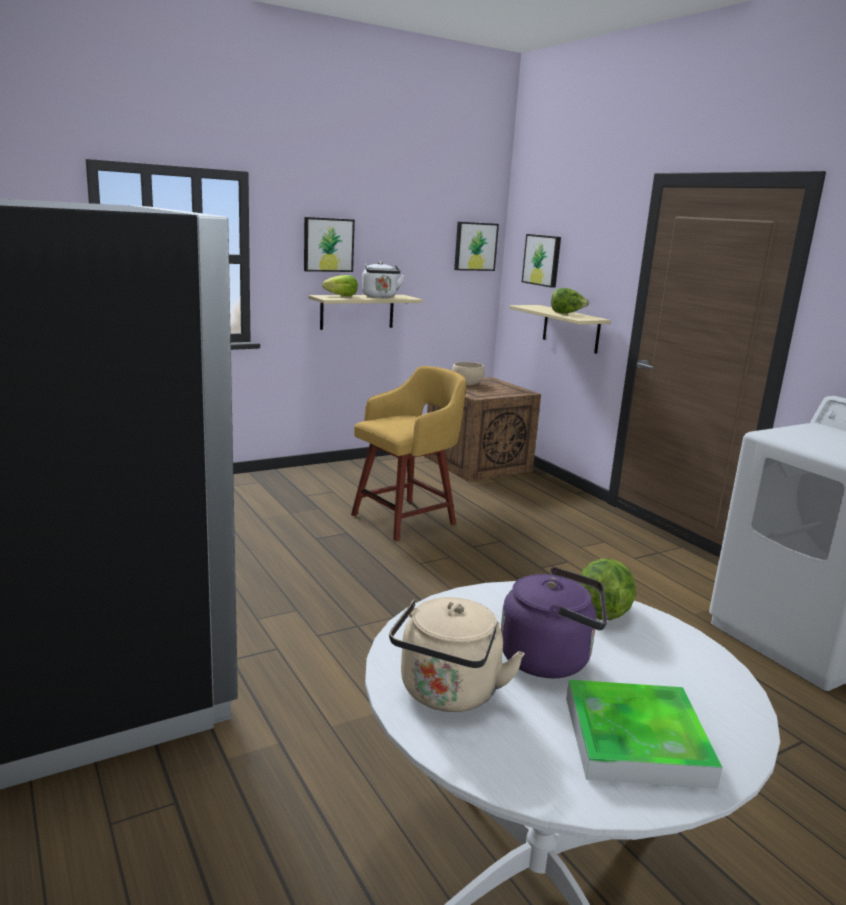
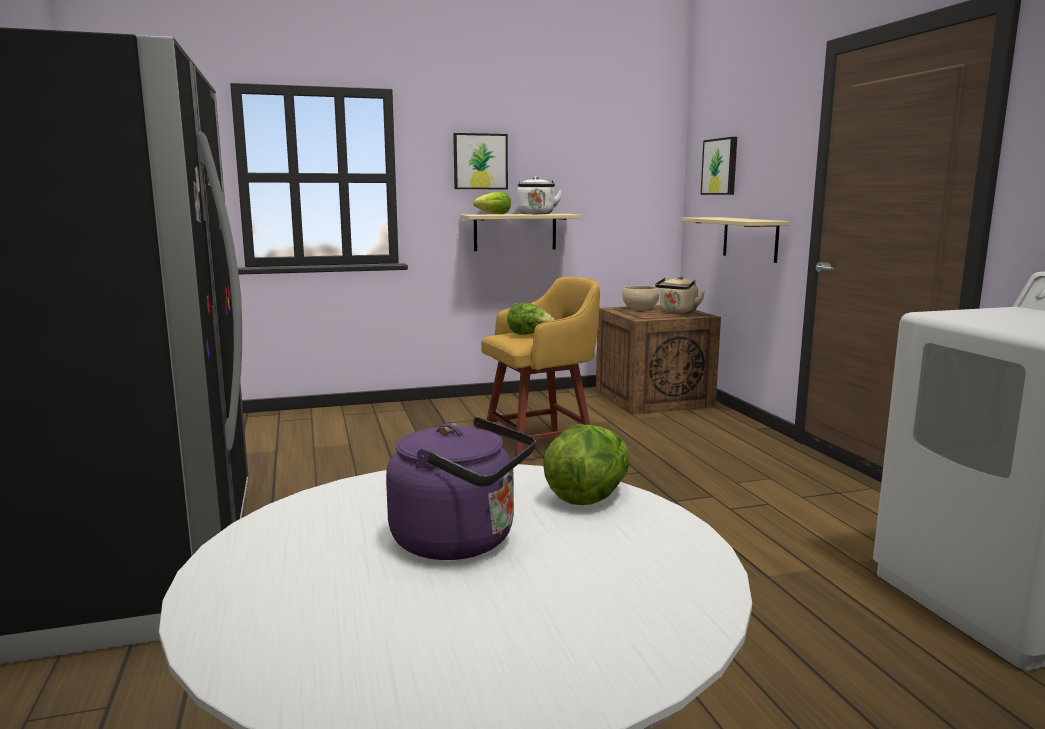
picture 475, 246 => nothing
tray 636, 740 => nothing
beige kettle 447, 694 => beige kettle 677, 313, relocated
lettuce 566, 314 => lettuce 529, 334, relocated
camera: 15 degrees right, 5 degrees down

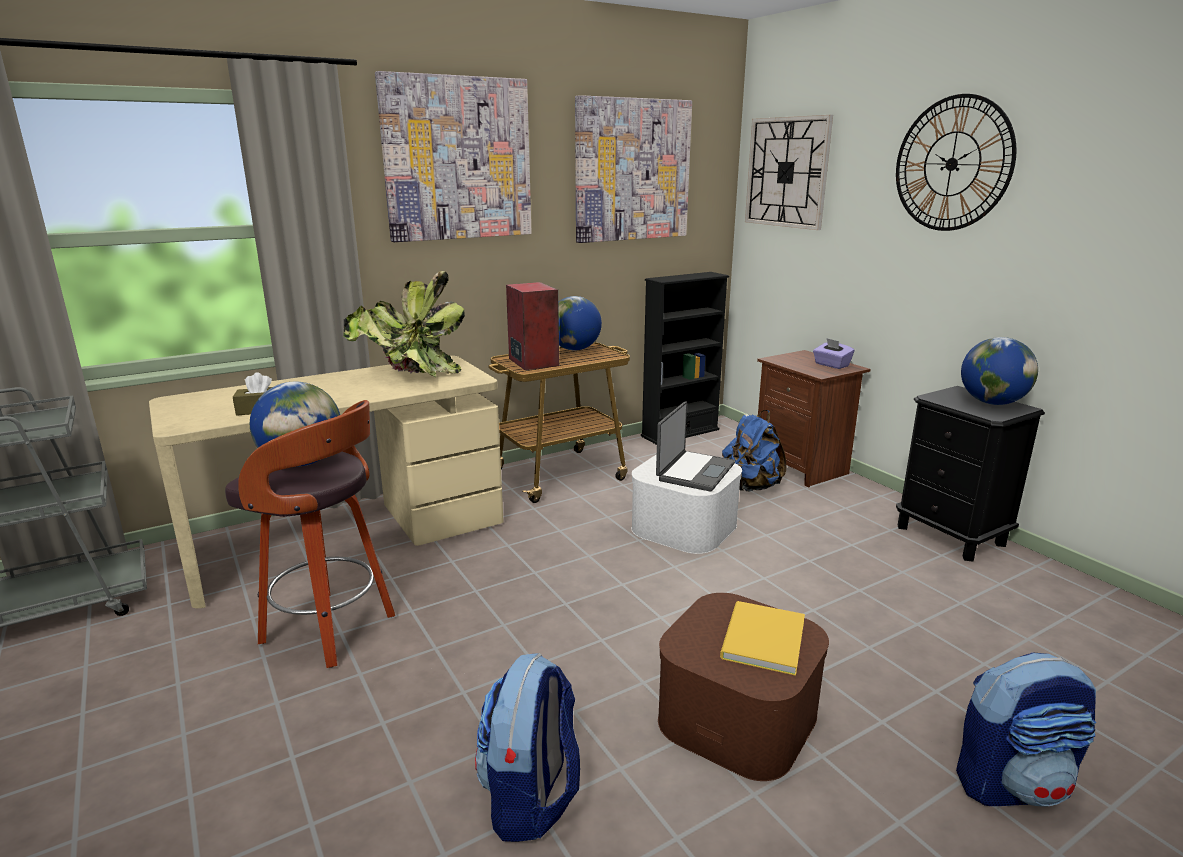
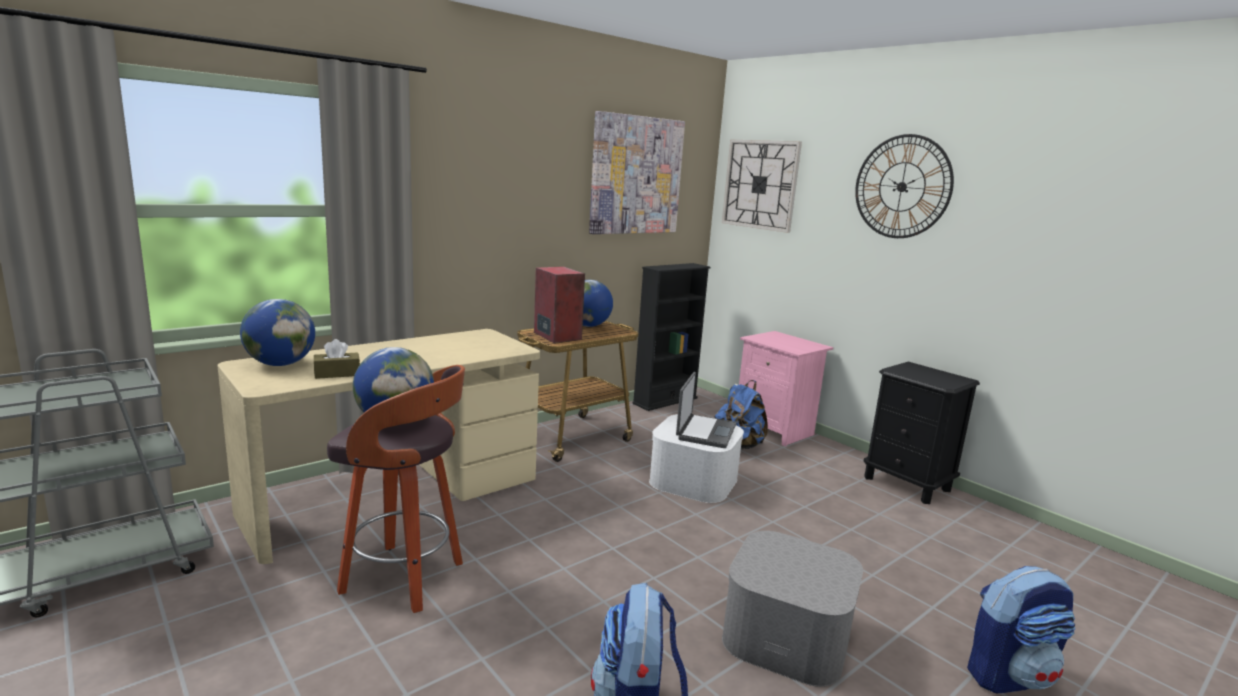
potted plant 410, 377 => nothing
picture 457, 159 => nothing
yellow book 760, 640 => nothing
purple tissue box 831, 365 => nothing
globe 992, 403 => globe 280, 364, relocated
brown storage box 738, 716 => grey storage box 787, 635
brown nightstand 802, 467 => pink nightstand 775, 429
camera: 10 degrees left, 5 degrees down

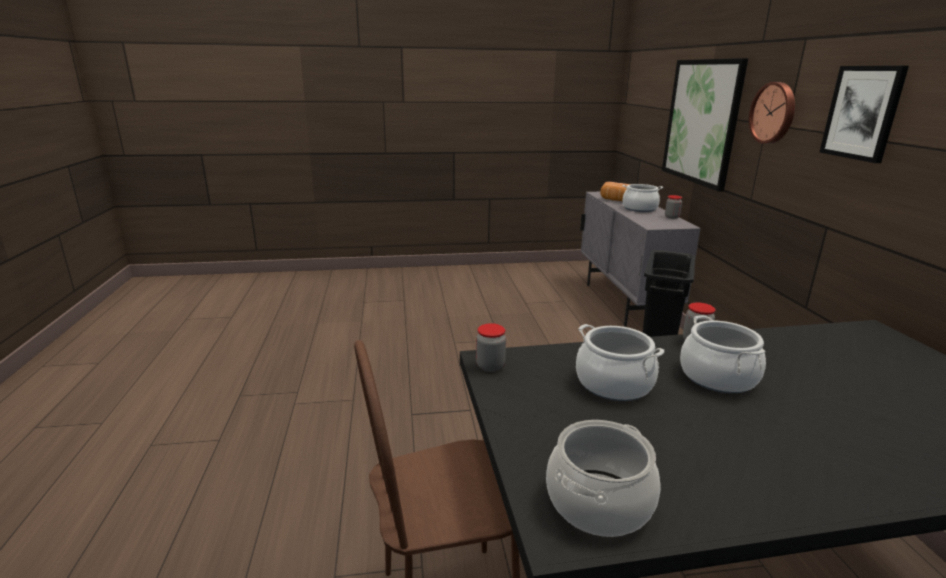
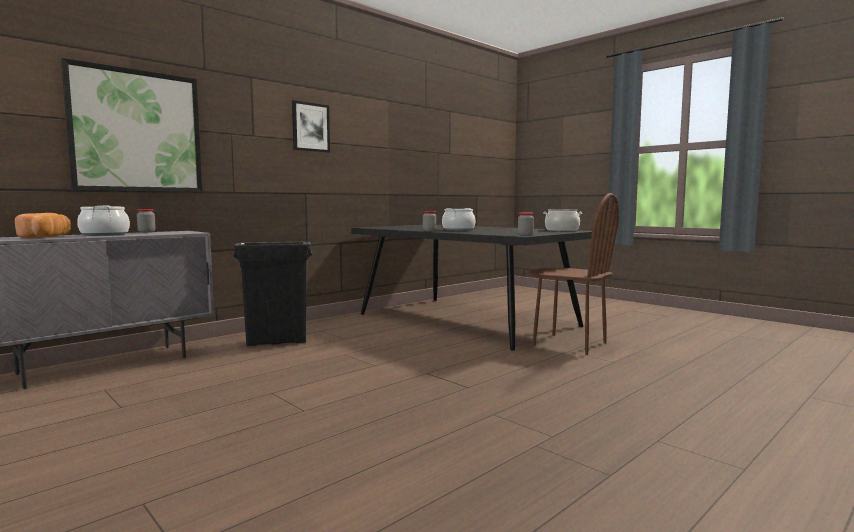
cooking pot 614, 384 => nothing
wall clock 774, 113 => nothing
camera: 125 degrees left, 15 degrees down

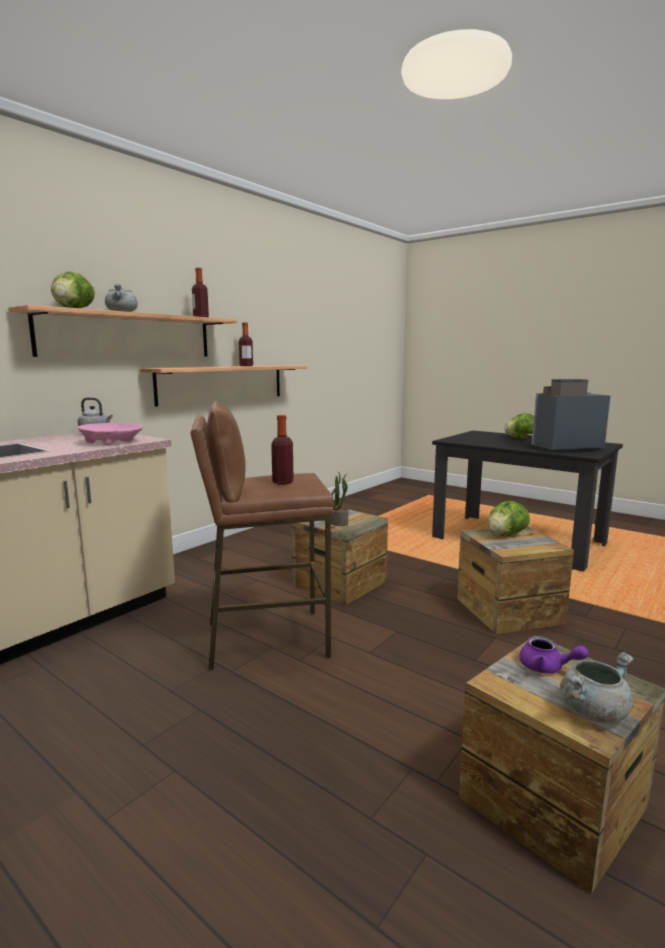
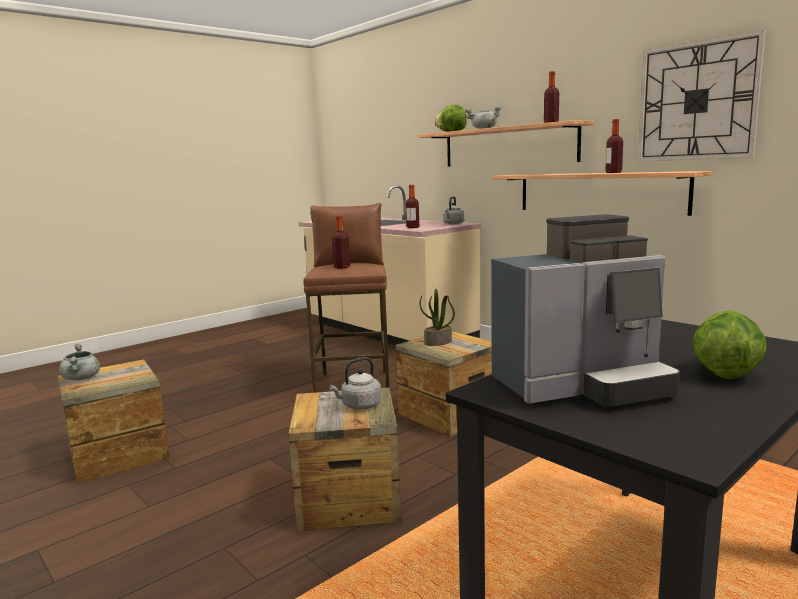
purple teapot 547, 668 => nothing
nothing => wall clock 697, 101
pink bowl 112, 442 => bottle 412, 227
lettuce 505, 535 => grey kettle 359, 406
coffee machine 562, 448 => coffee machine 582, 387, 75 degrees clockwise
camera: 100 degrees right, 0 degrees up

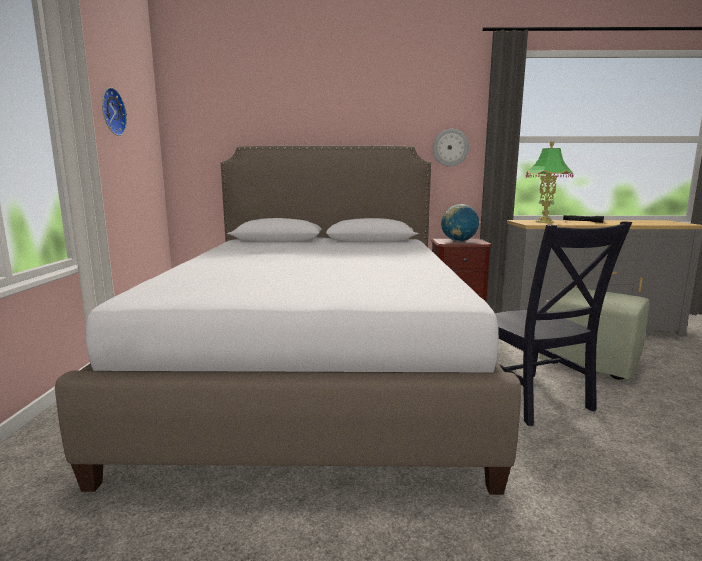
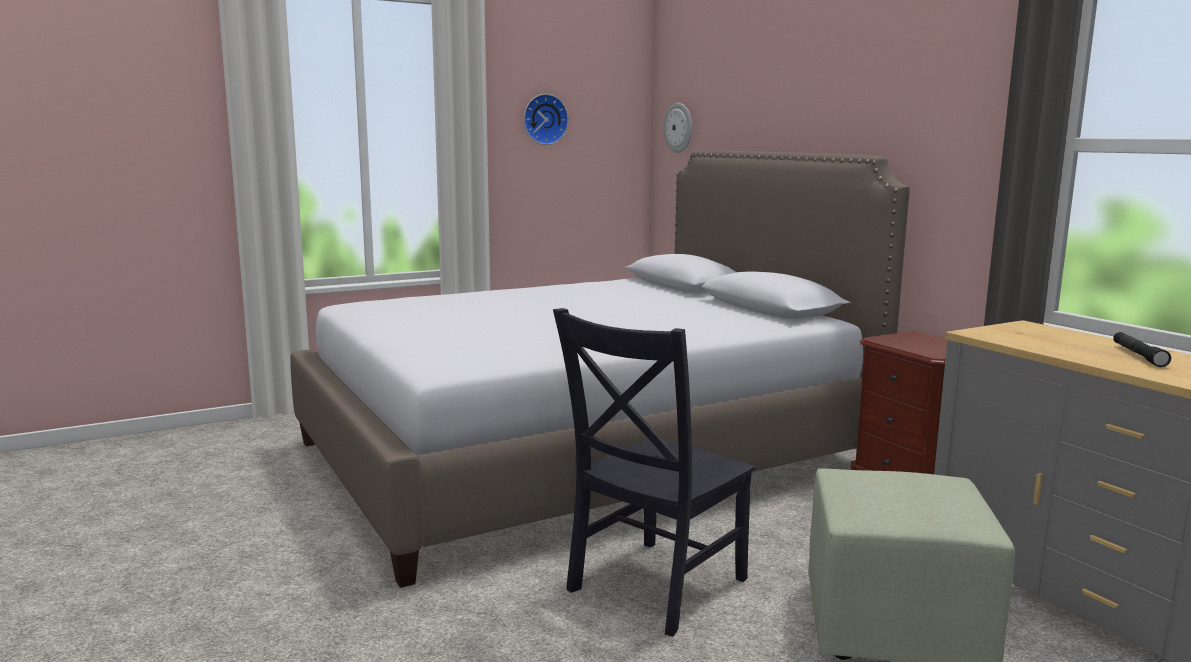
globe 459, 241 => nothing
table lamp 544, 222 => nothing
wall clock 450, 147 => wall clock 679, 127, relocated
camera: 60 degrees right, 0 degrees up

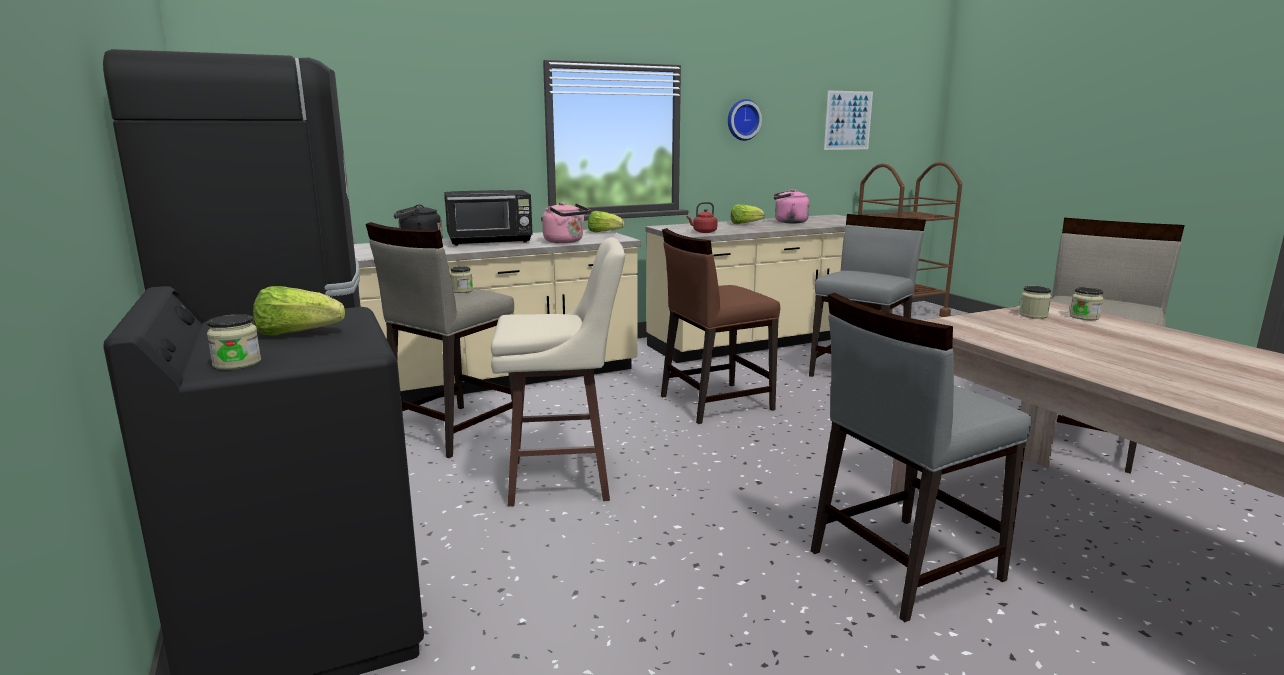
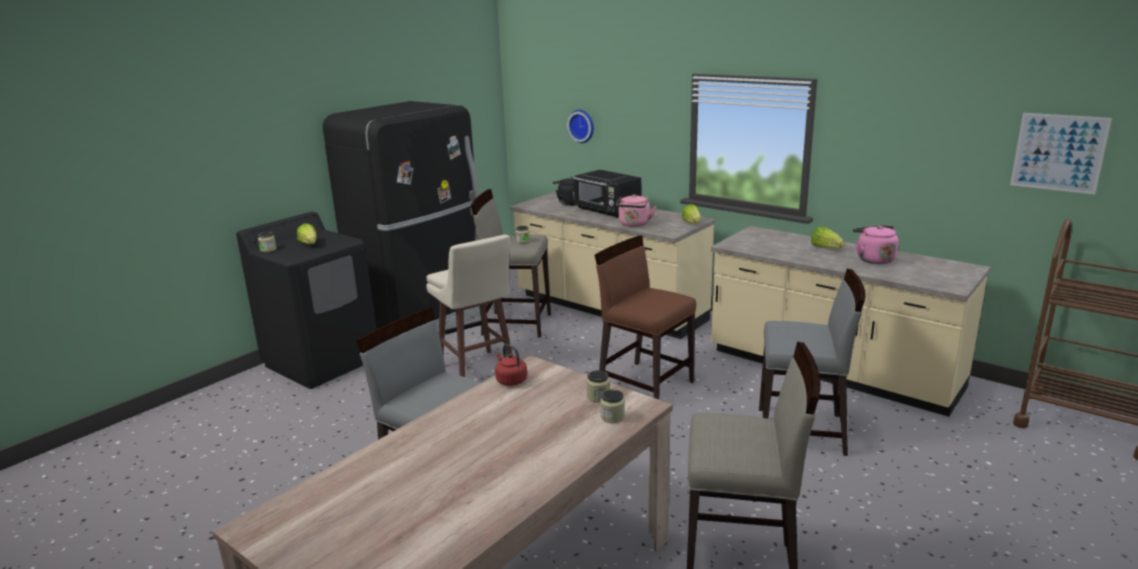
red kettle 703, 232 => red kettle 510, 380, relocated
wall clock 742, 120 => wall clock 582, 126, relocated
camera: 65 degrees right, 5 degrees up

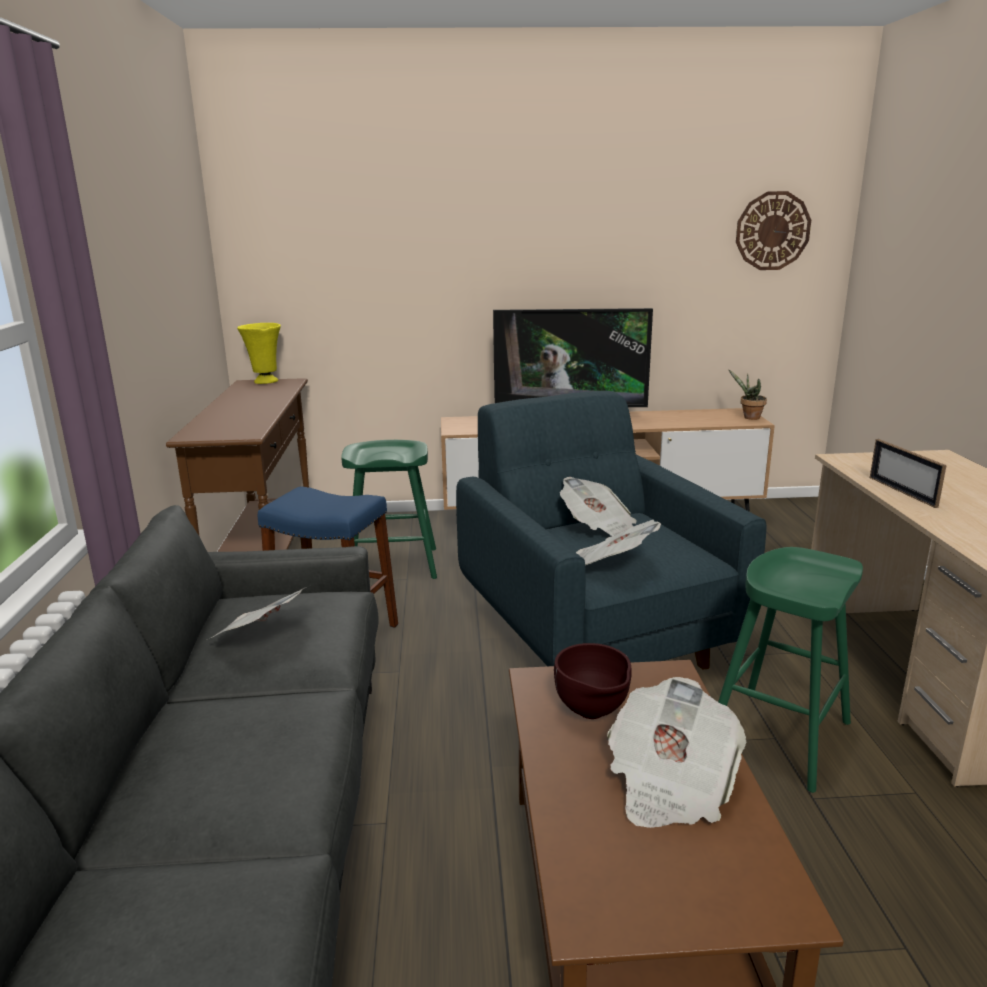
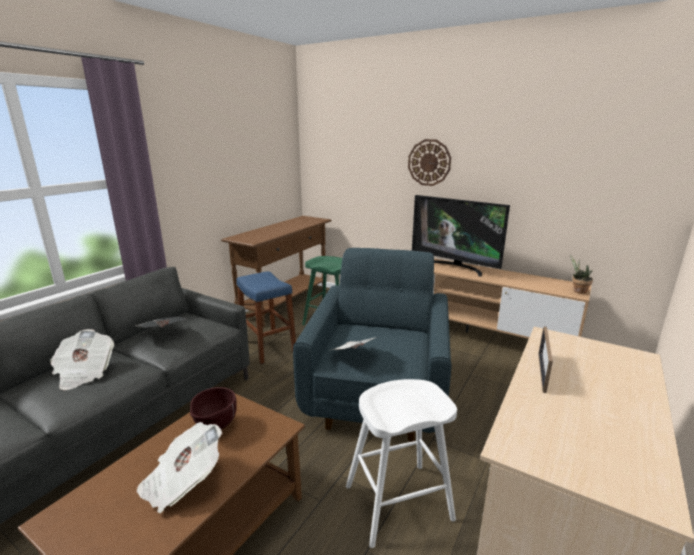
yellow vase 265, 382 => nothing
newspaper 598, 528 => newspaper 84, 372, relocated
wall clock 772, 231 => wall clock 429, 162, relocated
green stool 778, 736 => white stool 398, 502
camera: 35 degrees right, 0 degrees up

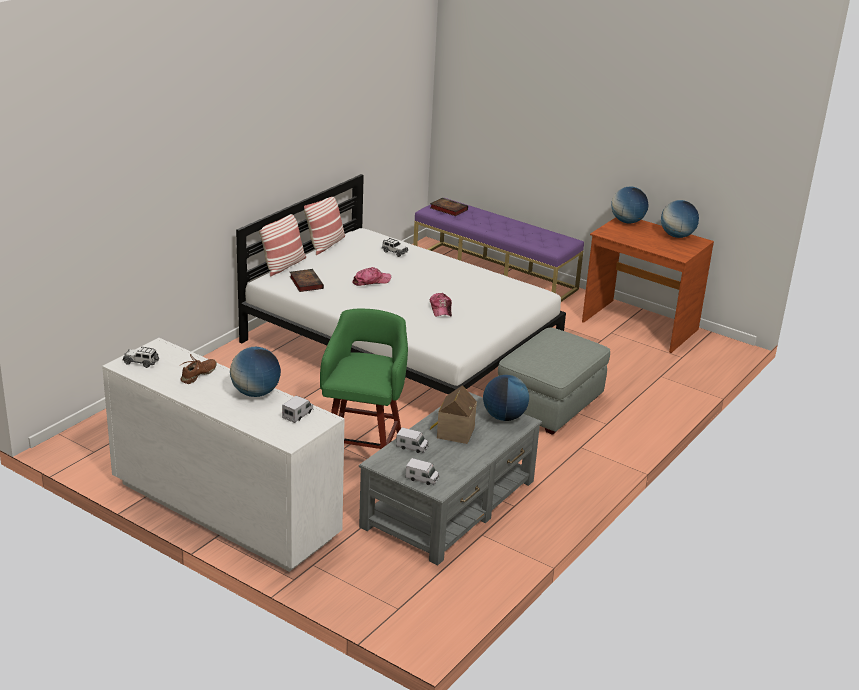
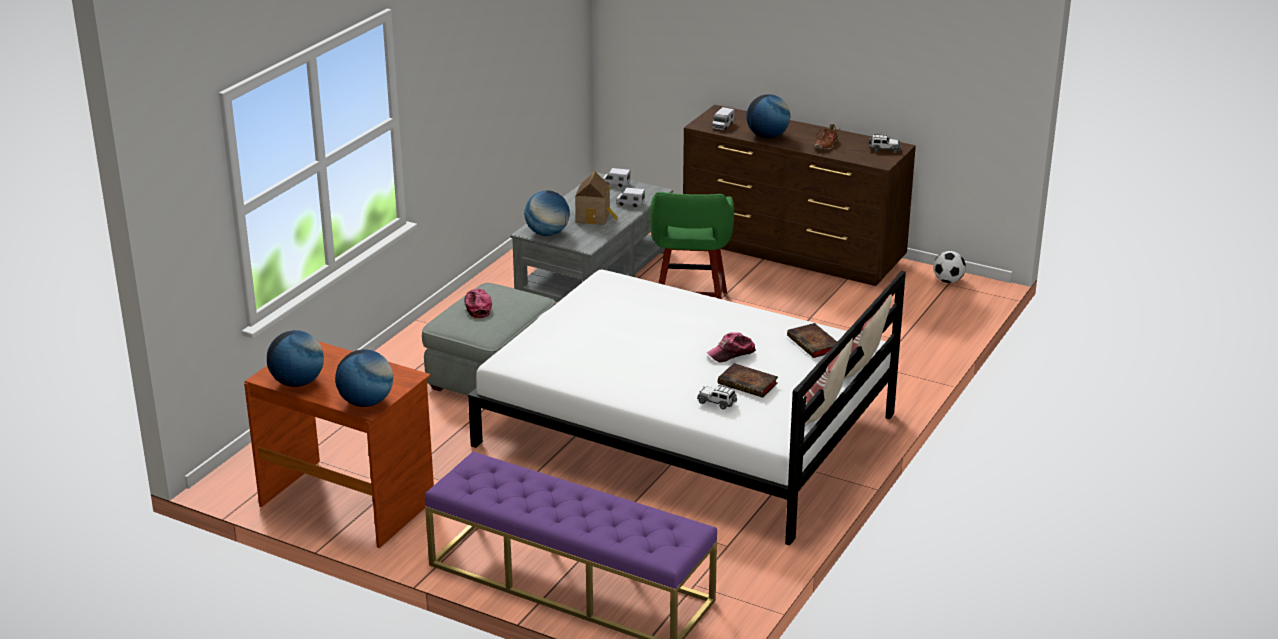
nothing => football 948, 281
book 447, 209 => book 749, 384, relocated
cap 441, 309 => cap 477, 307, relocated
white dresser 224, 510 => brown dresser 793, 252
camera: 175 degrees right, 0 degrees up

